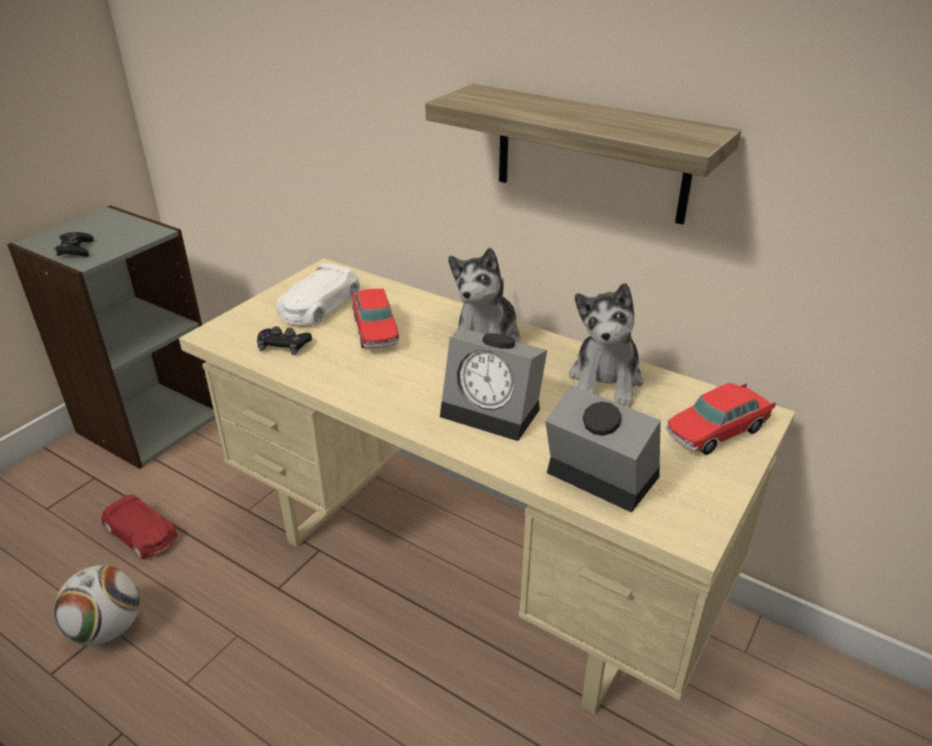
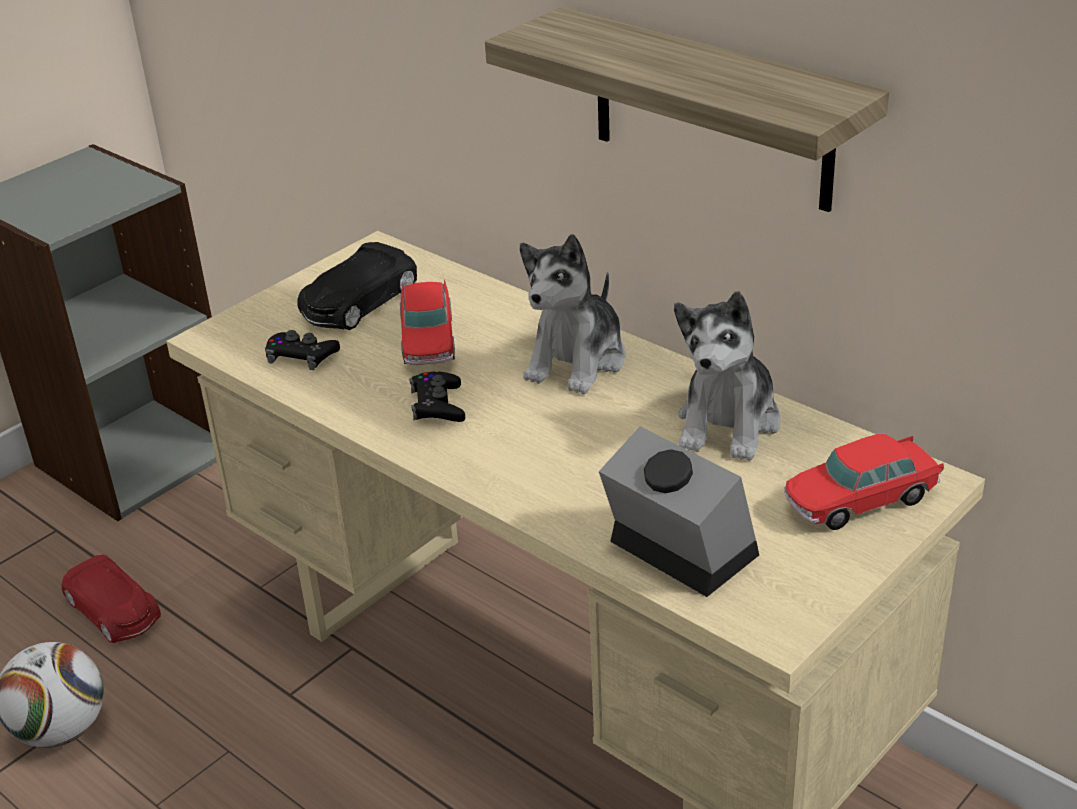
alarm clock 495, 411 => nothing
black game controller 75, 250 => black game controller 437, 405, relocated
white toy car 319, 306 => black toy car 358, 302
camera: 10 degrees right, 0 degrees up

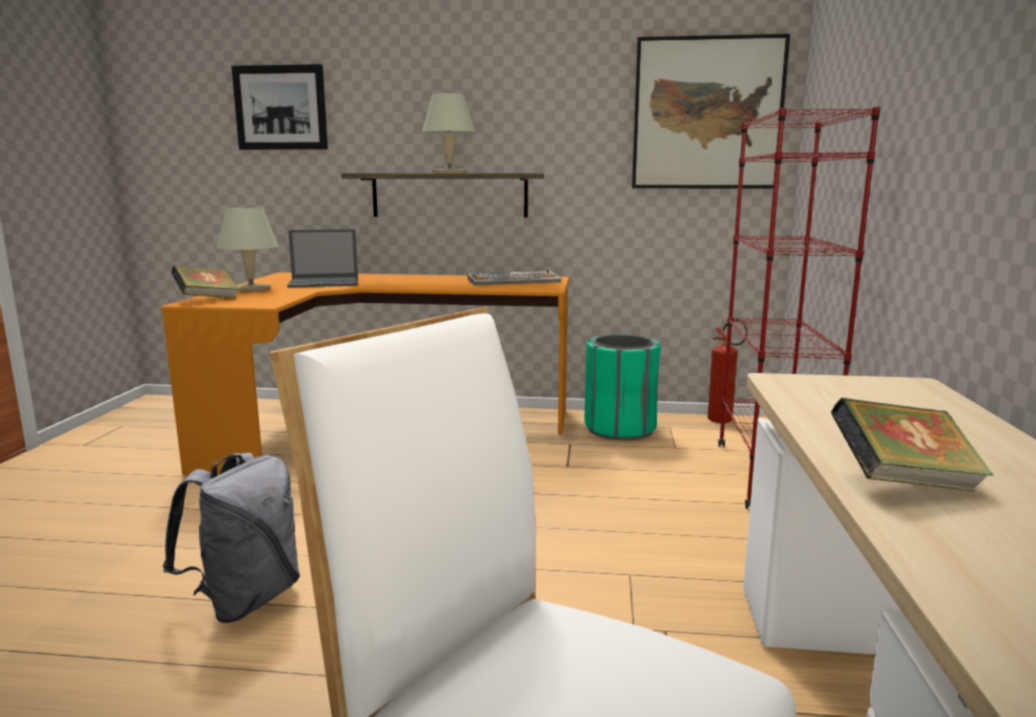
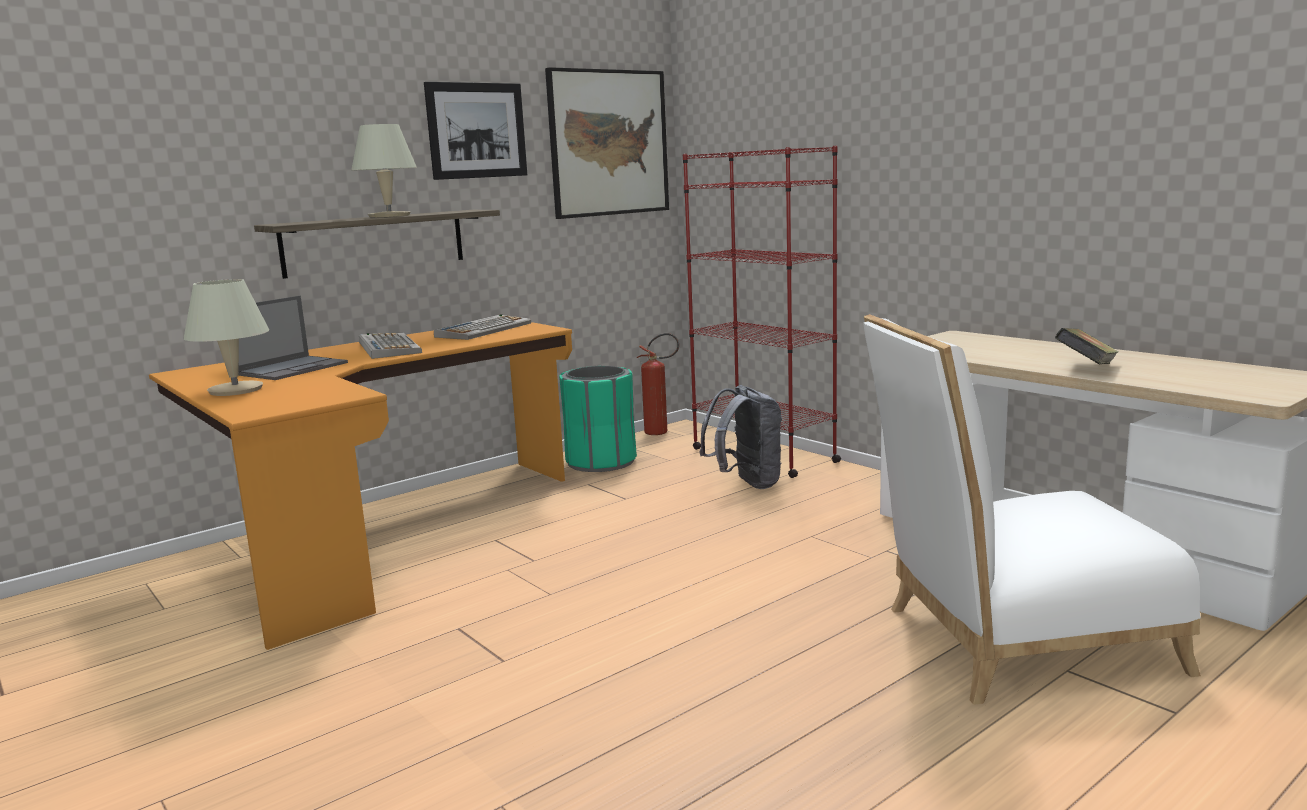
book 207, 299 => nothing
nothing => keyboard 388, 347
grey backpack 245, 600 => grey backpack 746, 484, relocated
picture 280, 108 => picture 477, 130, relocated
camera: 45 degrees left, 0 degrees up

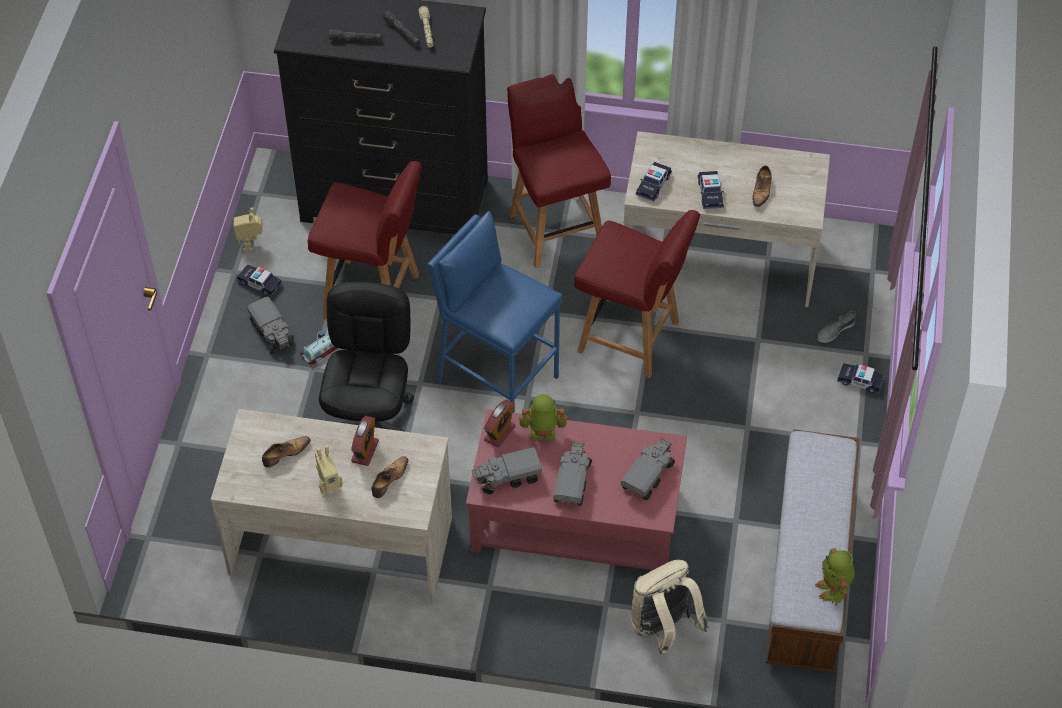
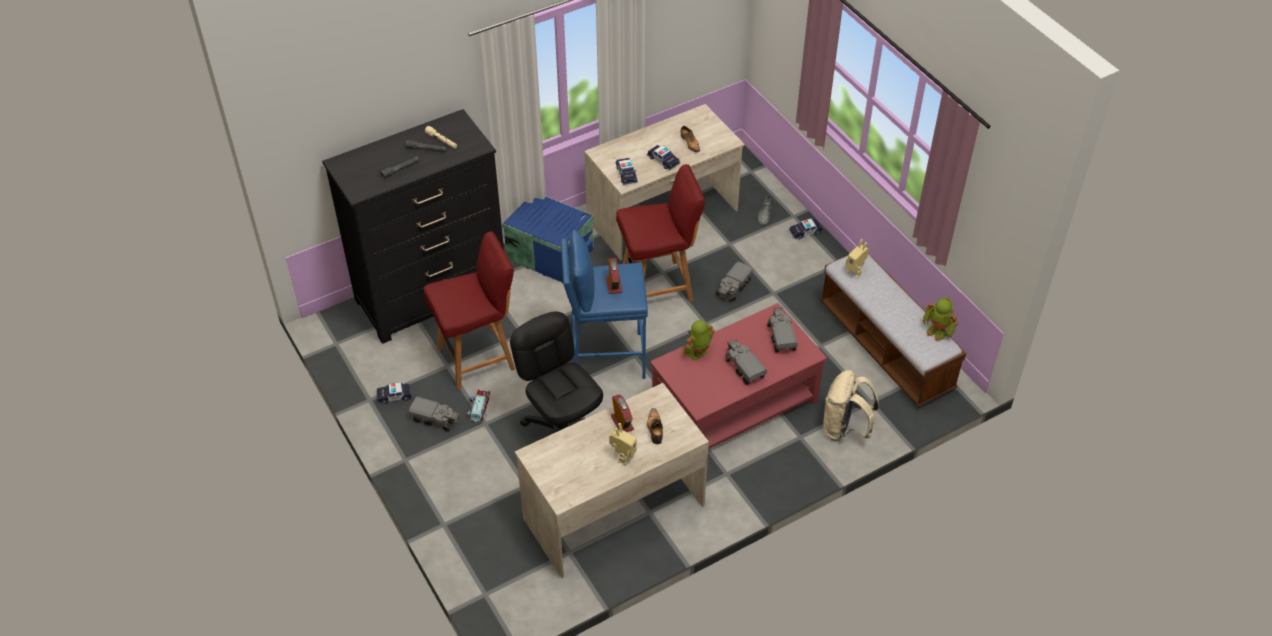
shoe 285, 454 => nothing
toy robot 251, 244 => toy robot 855, 272, relocated
toy truck 507, 478 => toy truck 733, 288, relocated
alarm clock 499, 433 => alarm clock 614, 285, relocated
red chair 556, 228 => blue storage box 550, 253
camera: 40 degrees left, 5 degrees down

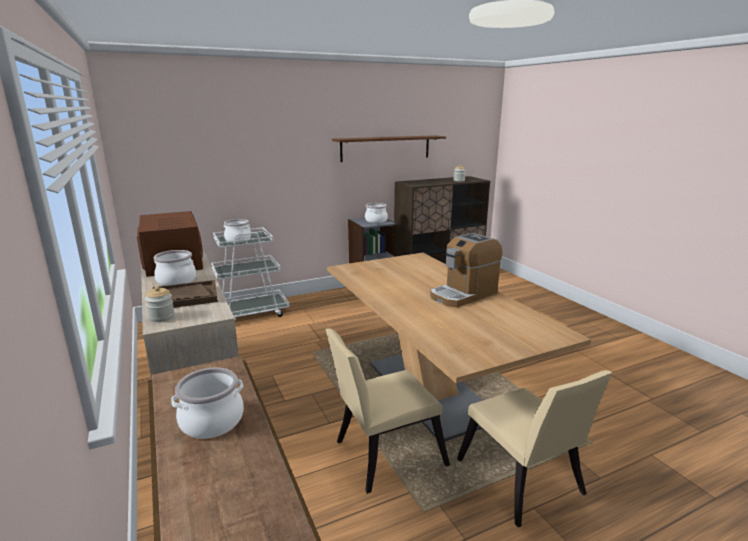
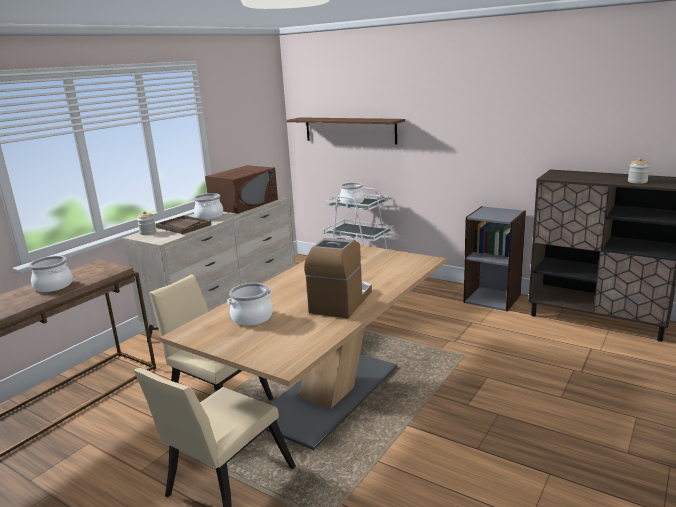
brown shelf 386, 148 => brown shelf 349, 130, relocated
cooking pot 376, 220 => cooking pot 252, 318, relocated
coffee machine 463, 294 => coffee machine 341, 301, 90 degrees clockwise
camera: 60 degrees right, 0 degrees up

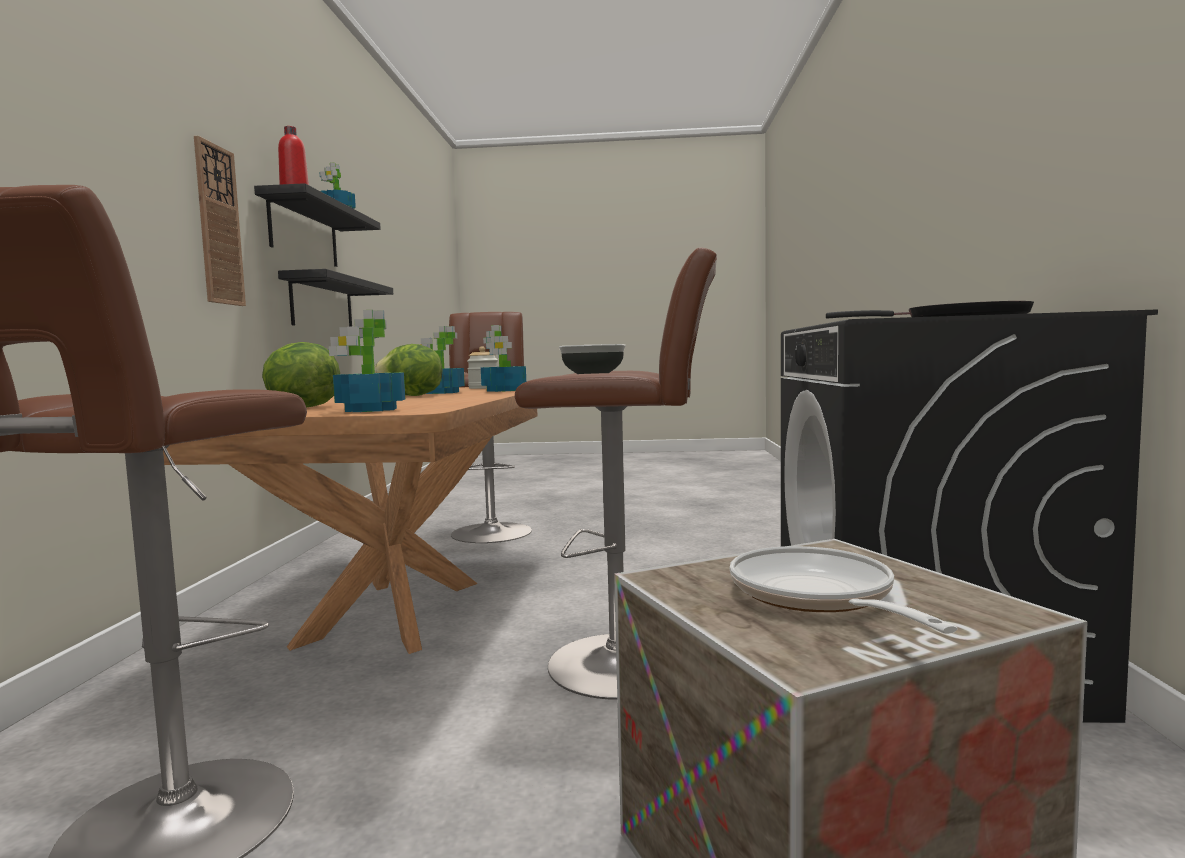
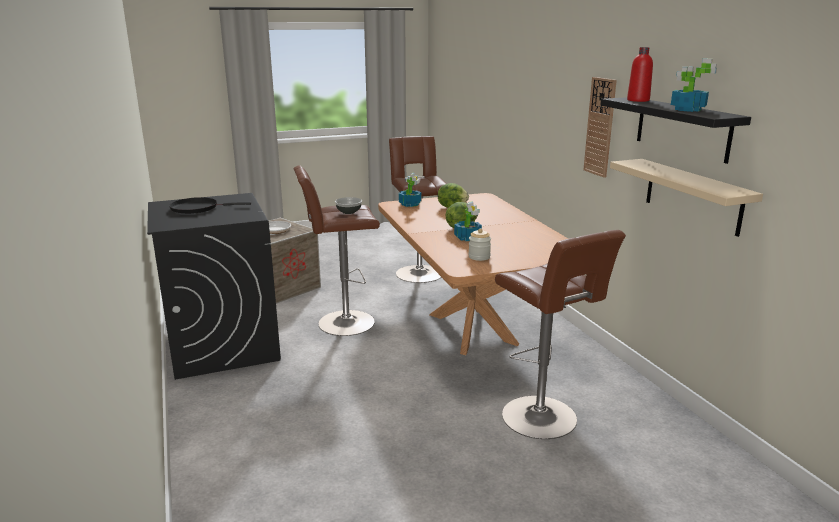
potted plant 504, 390 => nothing
black shelf 322, 304 => beige shelf 692, 196
camera: 155 degrees right, 15 degrees up

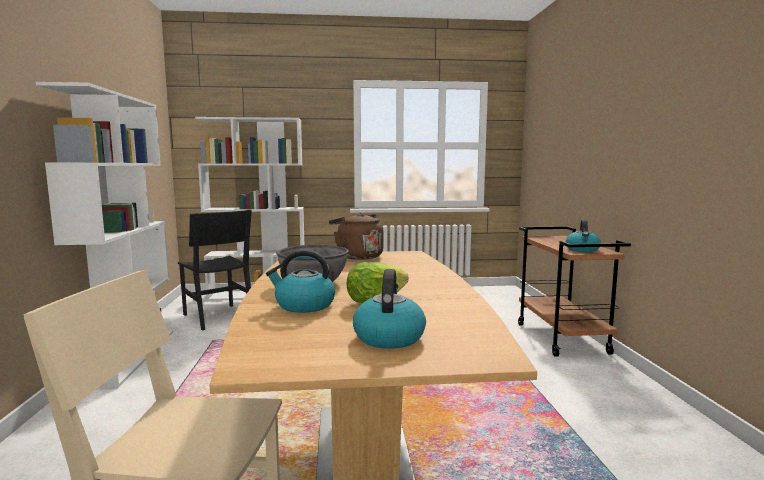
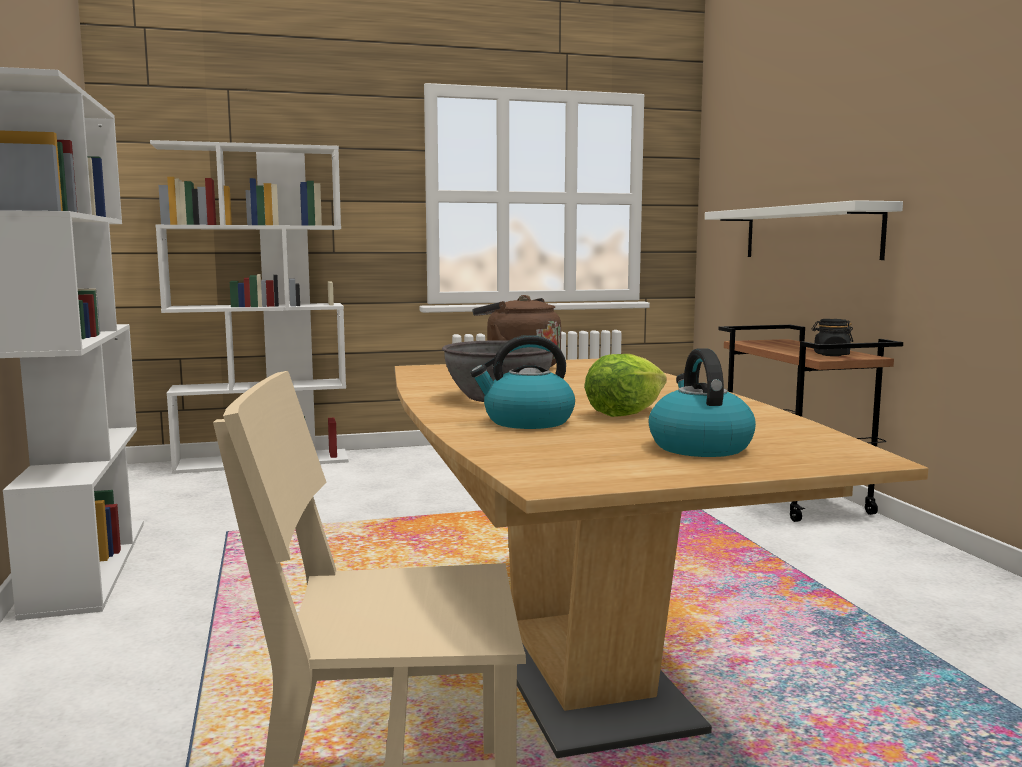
black chair 218, 317 => nothing
nothing => white shelf 809, 233
kettle 582, 249 => black jar 831, 355
camera: 10 degrees left, 0 degrees up

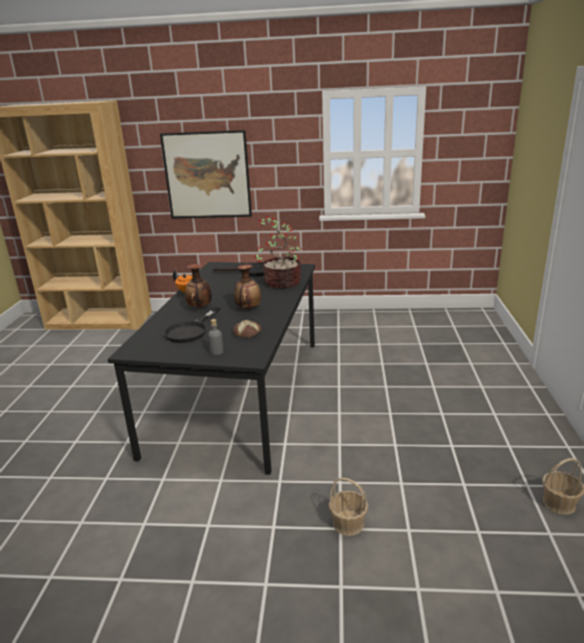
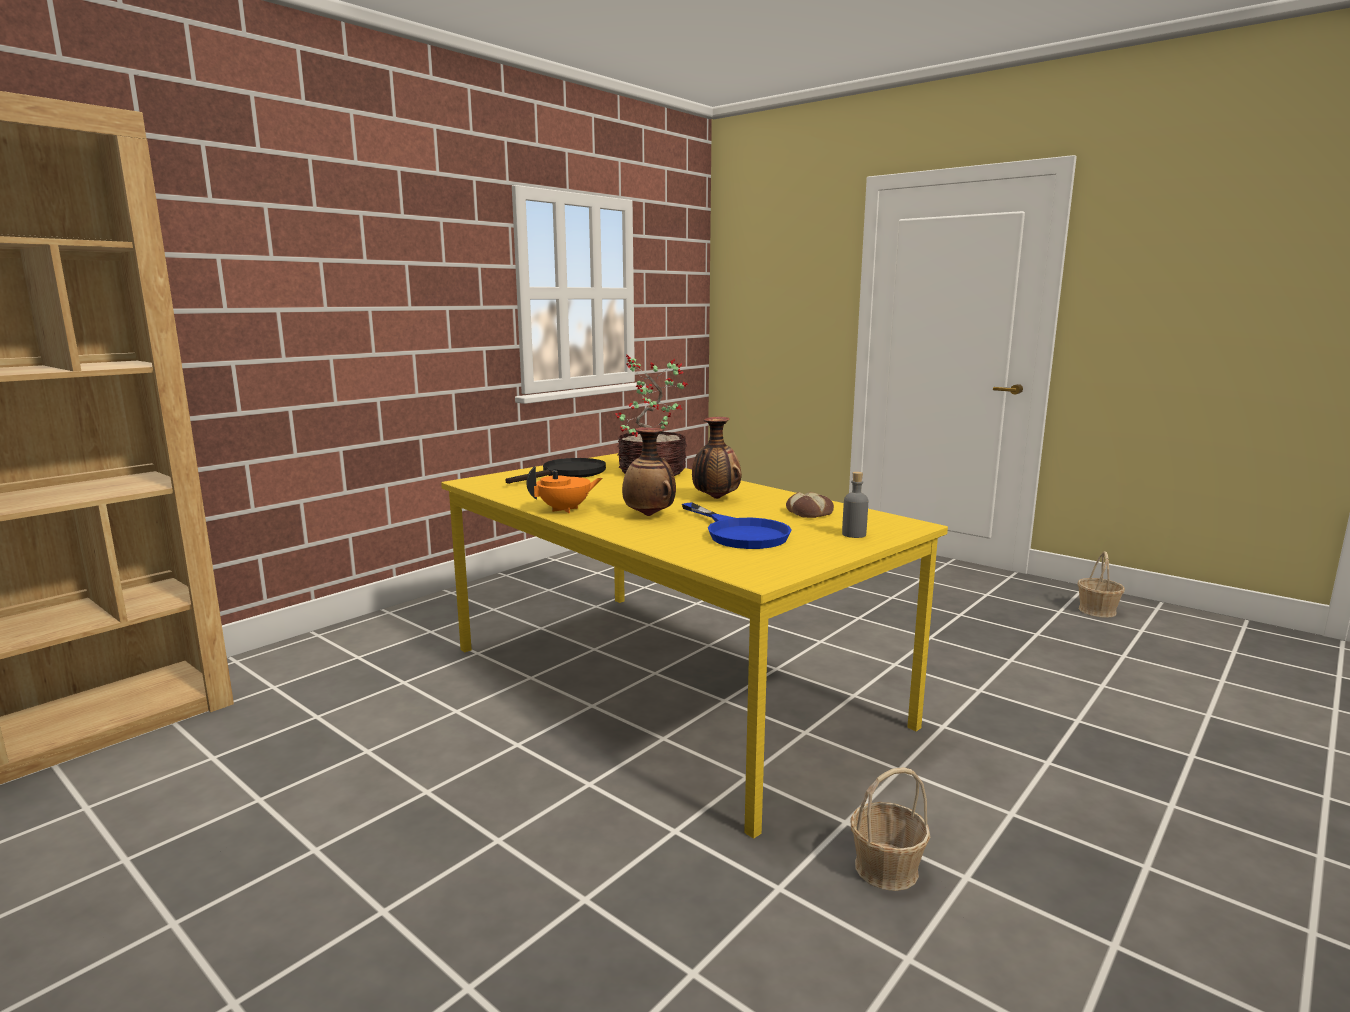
picture 207, 175 => nothing
basket 348, 523 => basket 885, 868, relocated
black dining table 240, 394 => yellow dining table 670, 684
black frying pan 191, 330 => blue frying pan 739, 533
camera: 55 degrees left, 10 degrees down

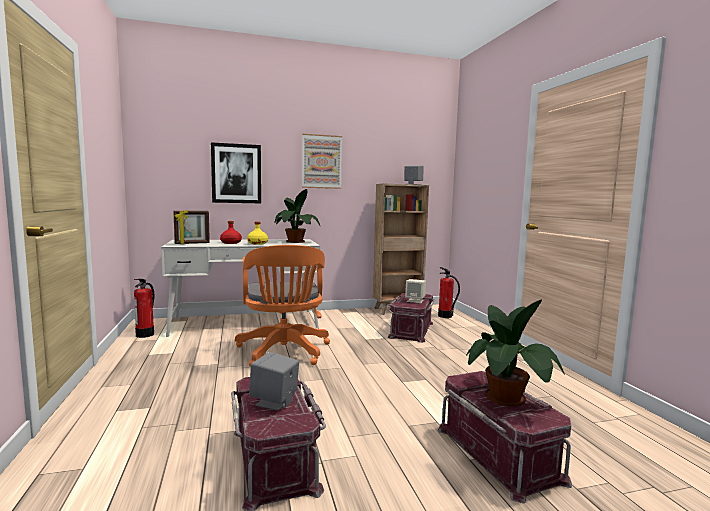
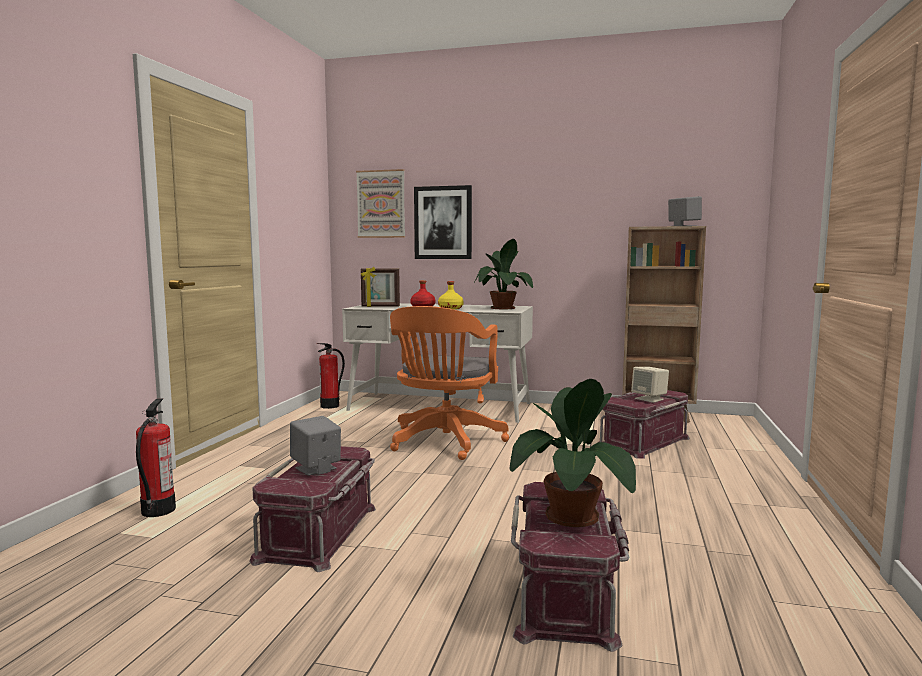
picture 321, 161 => picture 381, 204, relocated
fire extinguisher 445, 316 => fire extinguisher 158, 510, relocated
camera: 30 degrees right, 0 degrees up

